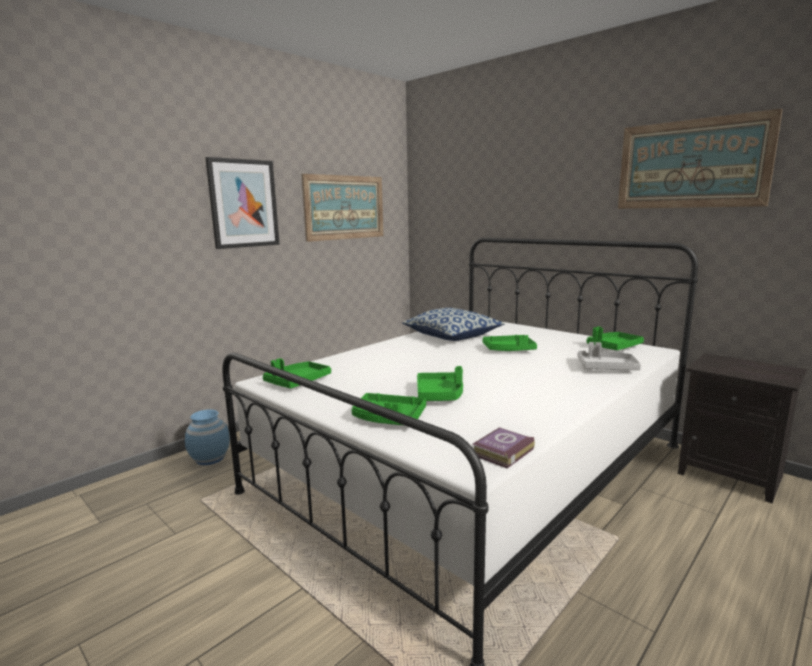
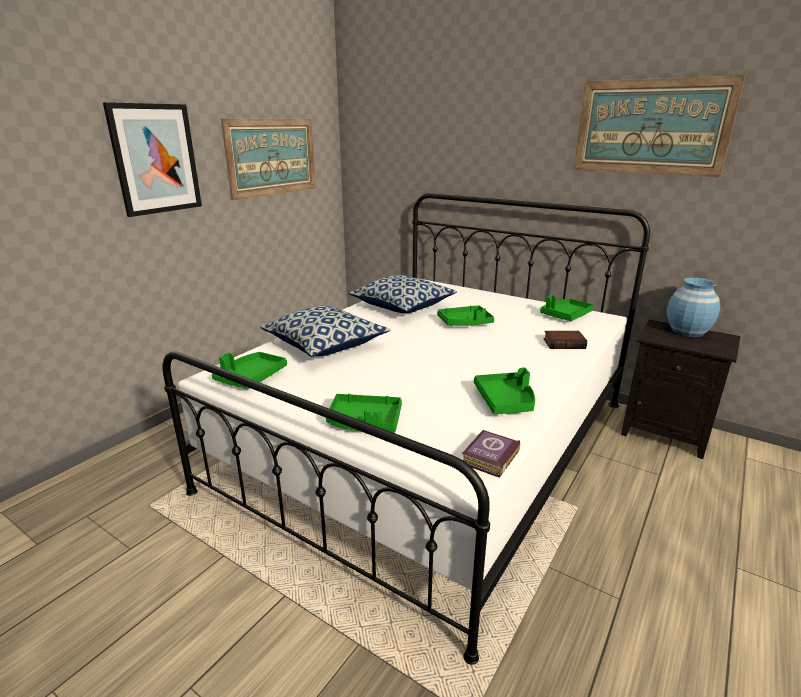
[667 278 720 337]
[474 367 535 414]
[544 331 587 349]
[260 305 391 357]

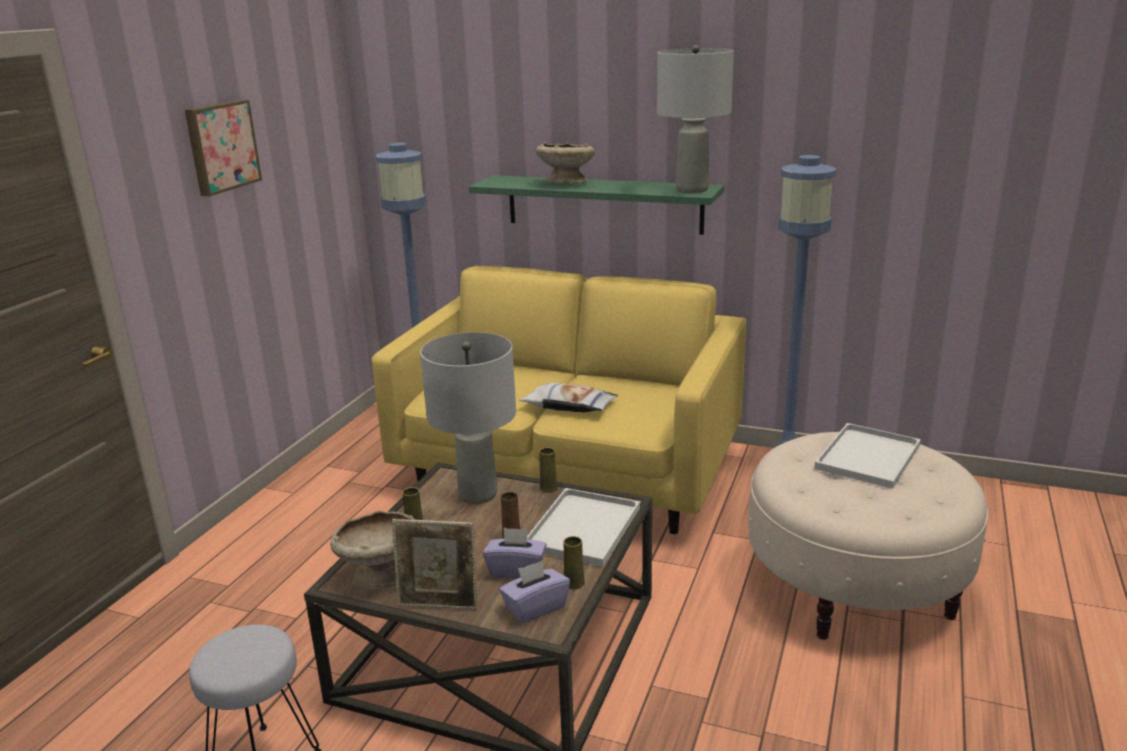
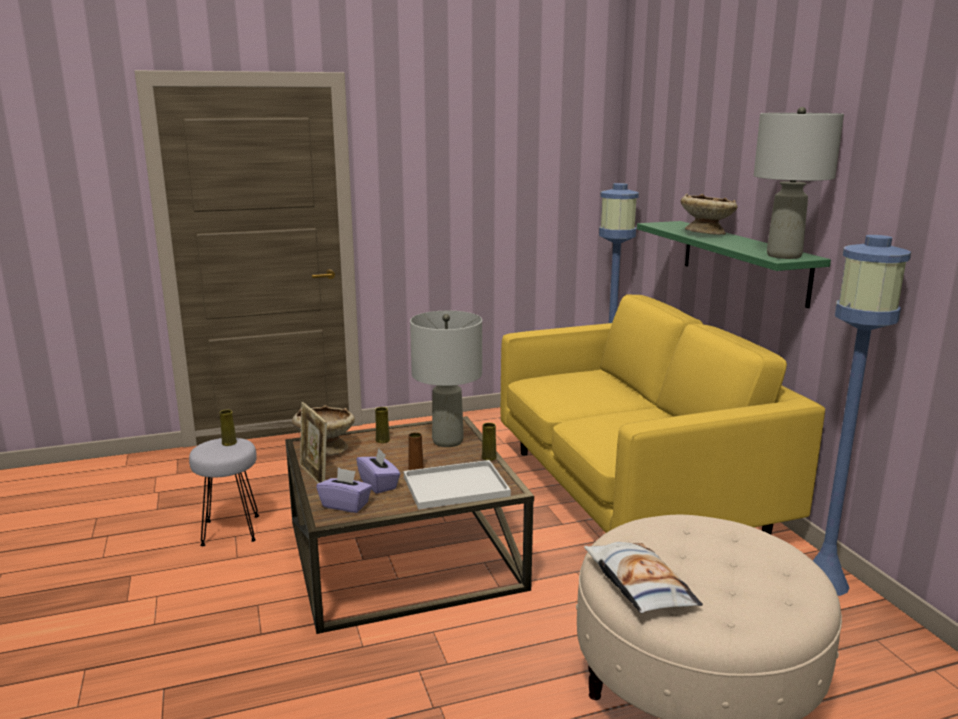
[185 100 262 196] (first image)
[584 542 703 613]
[220 410 237 446]
[814 423 921 489] (first image)

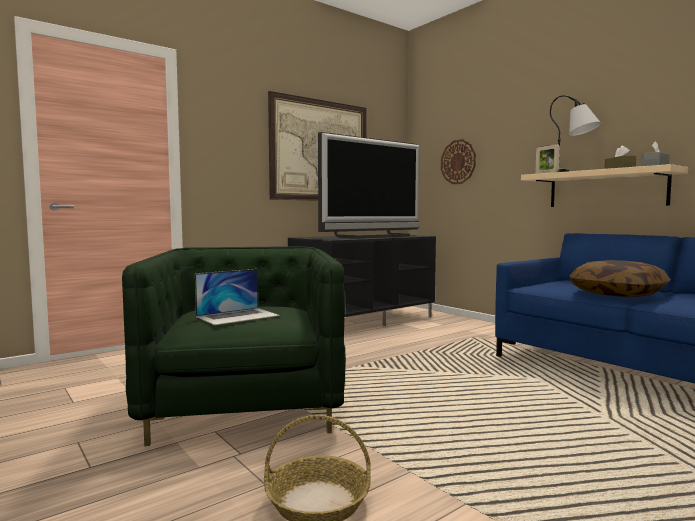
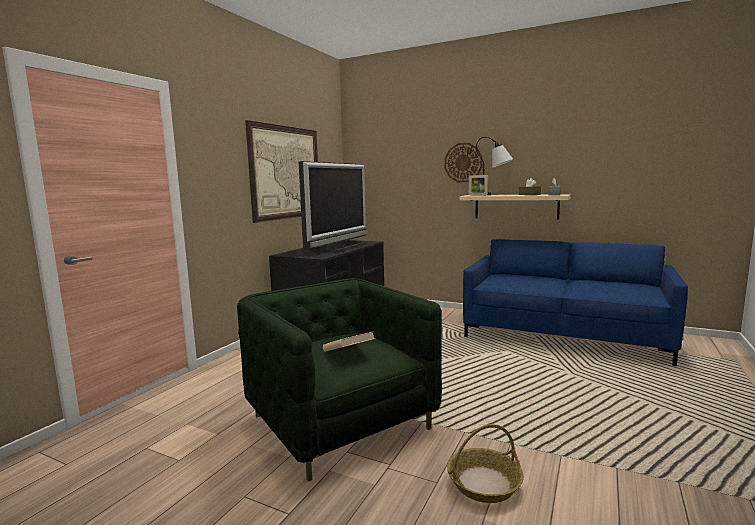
[323 332 375 352]
[445 143 483 182]
[569 260 671 297] (first image)

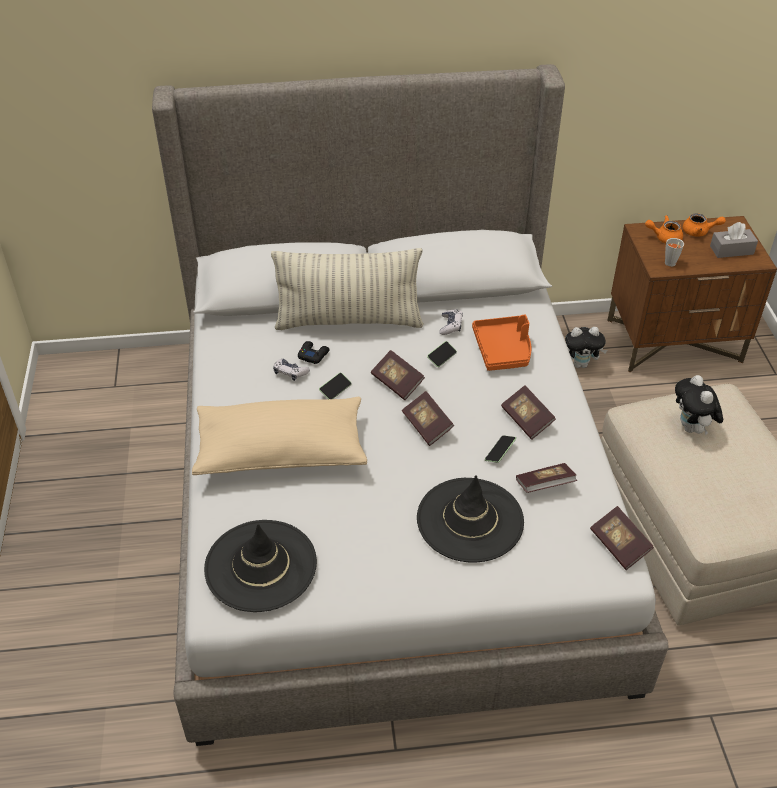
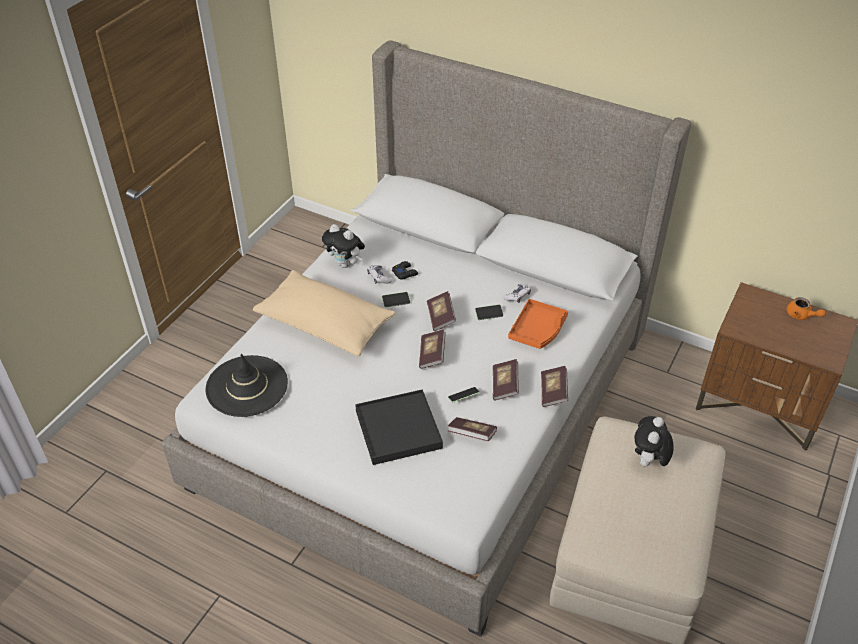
[271 248 423 330] (first image)
[355 389 443 465]
[322 224 365 268]
[541 366 568 407]
[645 215 683 243] (first image)
[665 238 684 267] (first image)
[710 222 758 258] (first image)

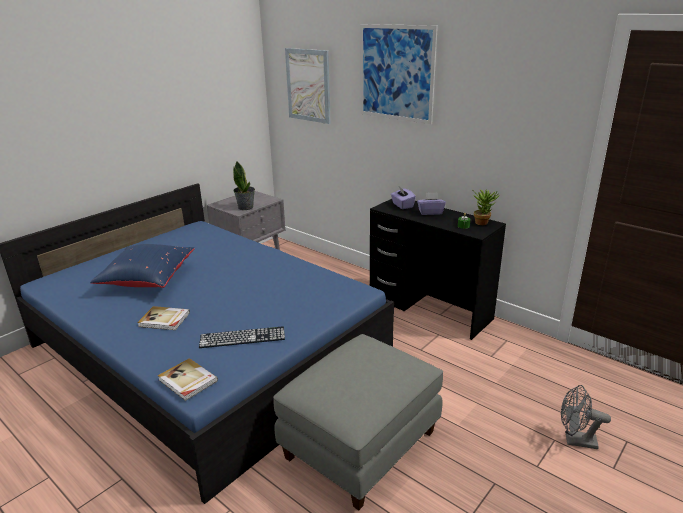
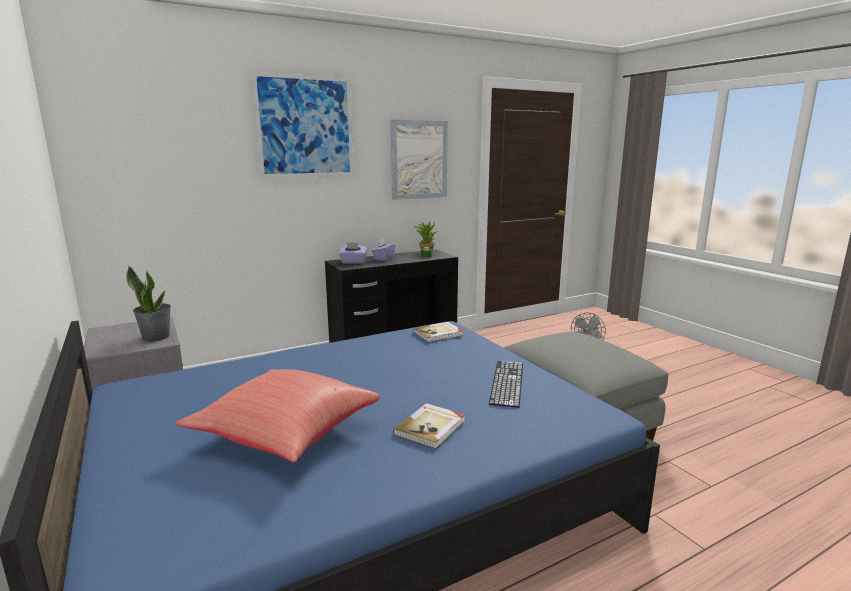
[176 369 380 462]
[413 322 464 342]
[391 119 448 200]

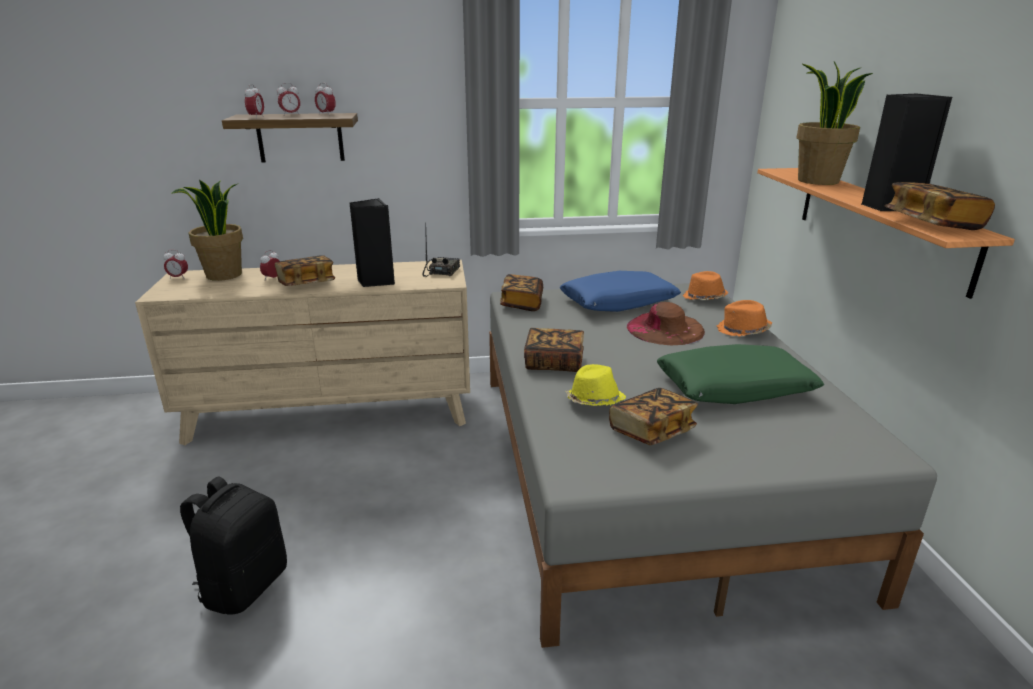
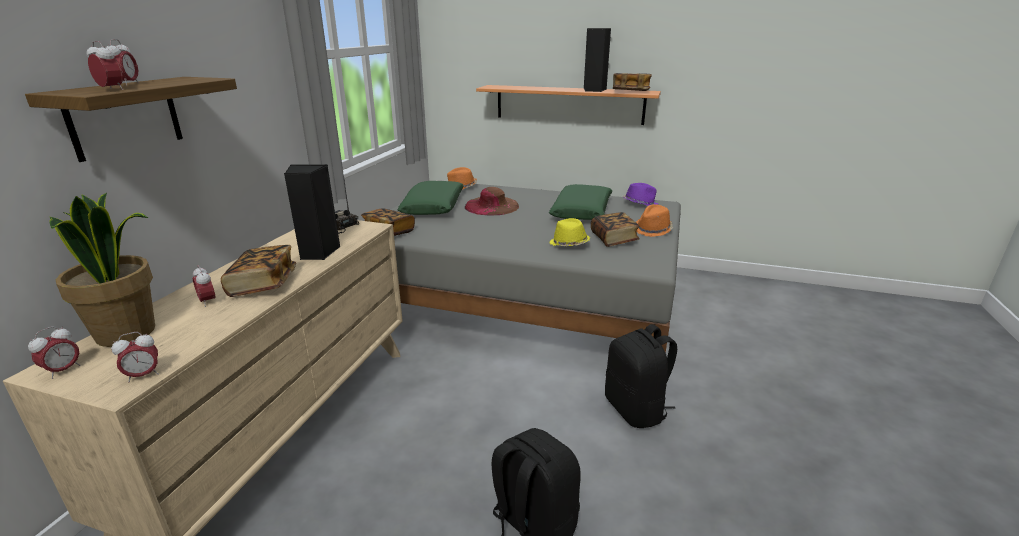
[111 332 158 382]
[524 328 584 372] (first image)
[397 181 464 215]
[636 204 673 237]
[796 61 873 185] (first image)
[605 324 677 428]
[623 183 658 206]

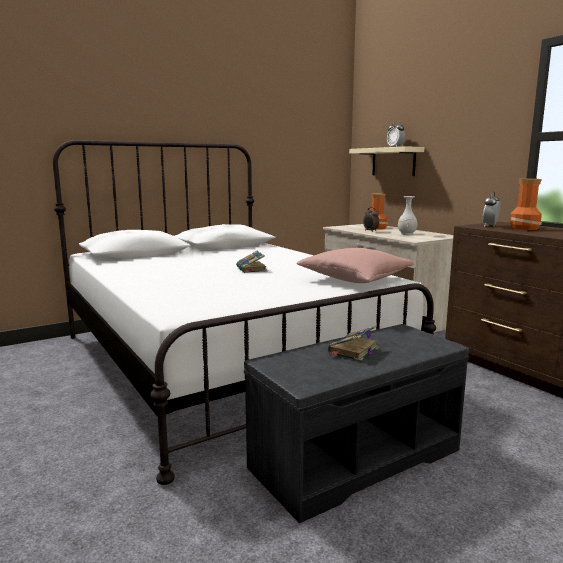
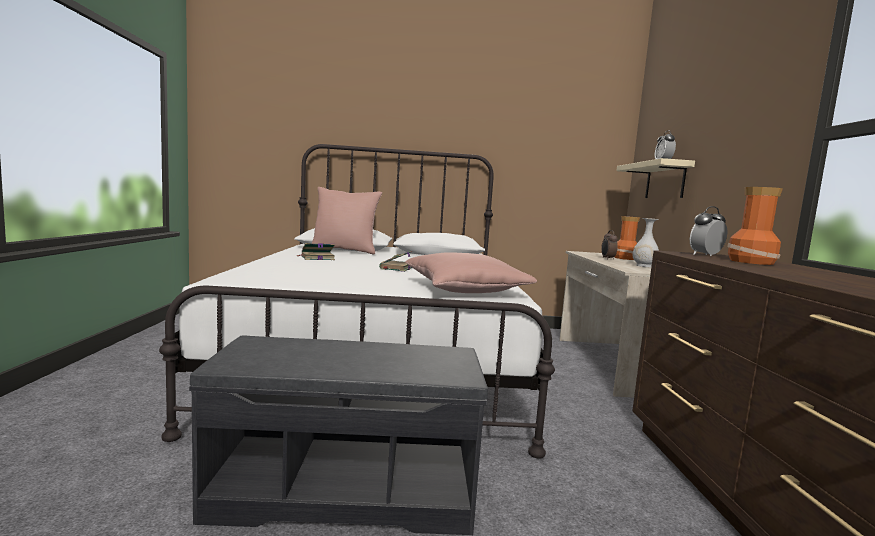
[296 243 335 260]
[312 187 382 254]

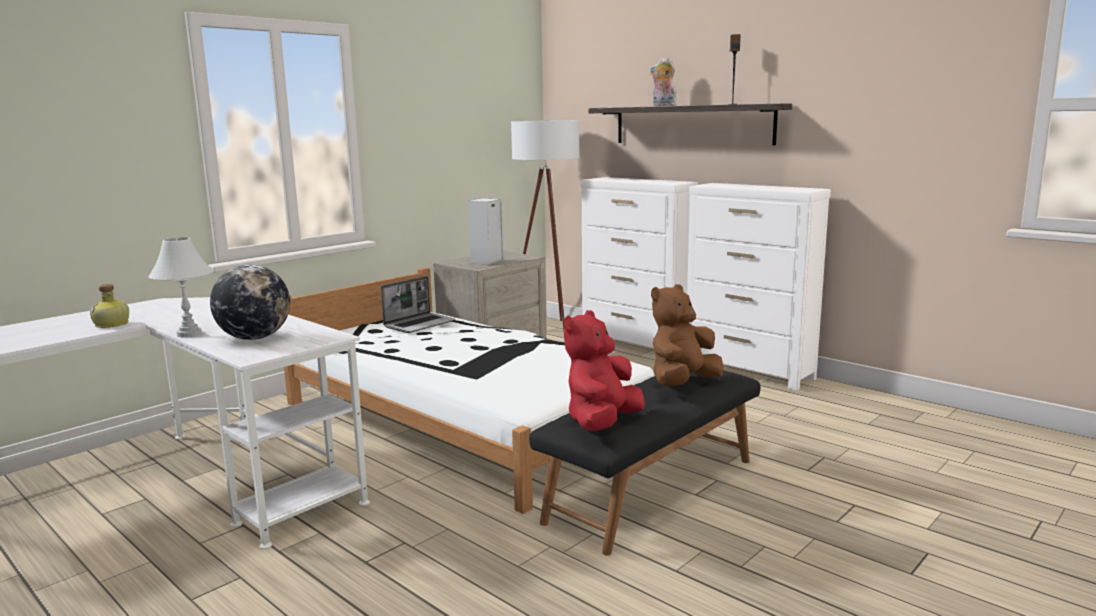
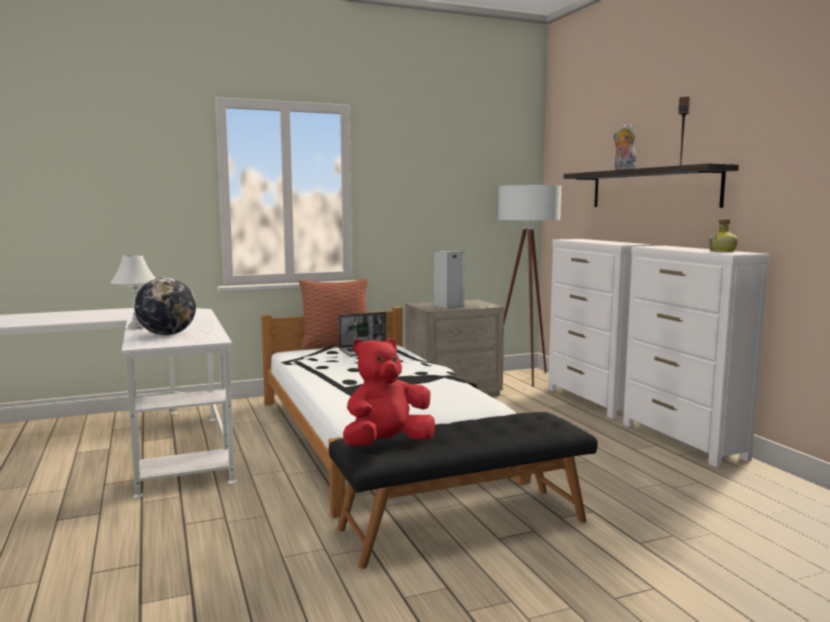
[708 219 738 252]
[651 284 723 387] (first image)
[299 279 367 349]

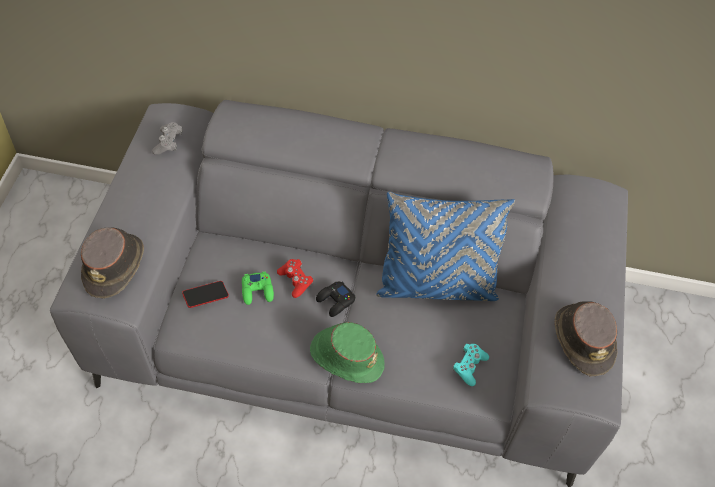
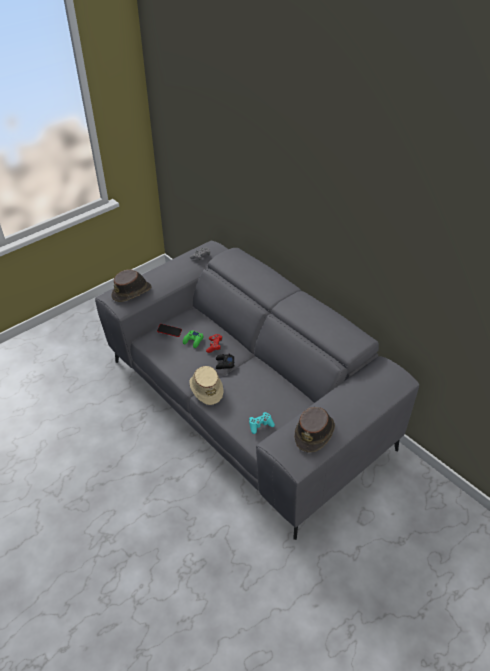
[190 366 224 405]
[376 192 515 301] (first image)

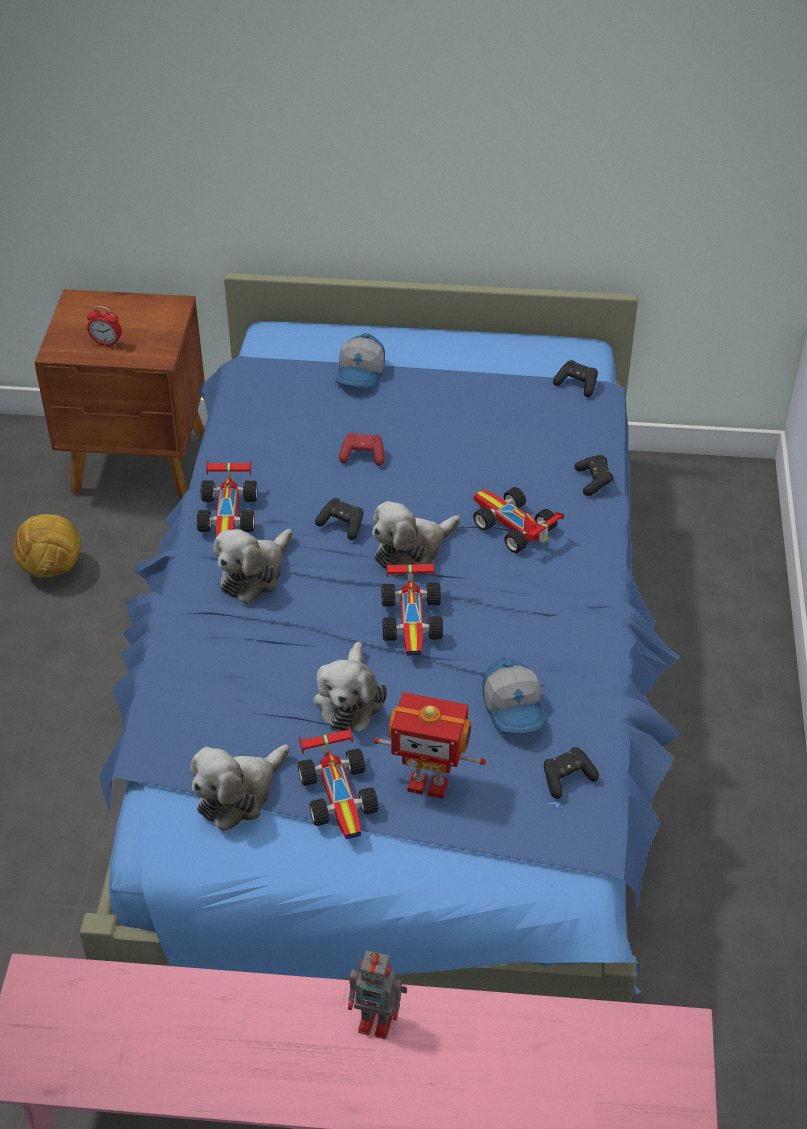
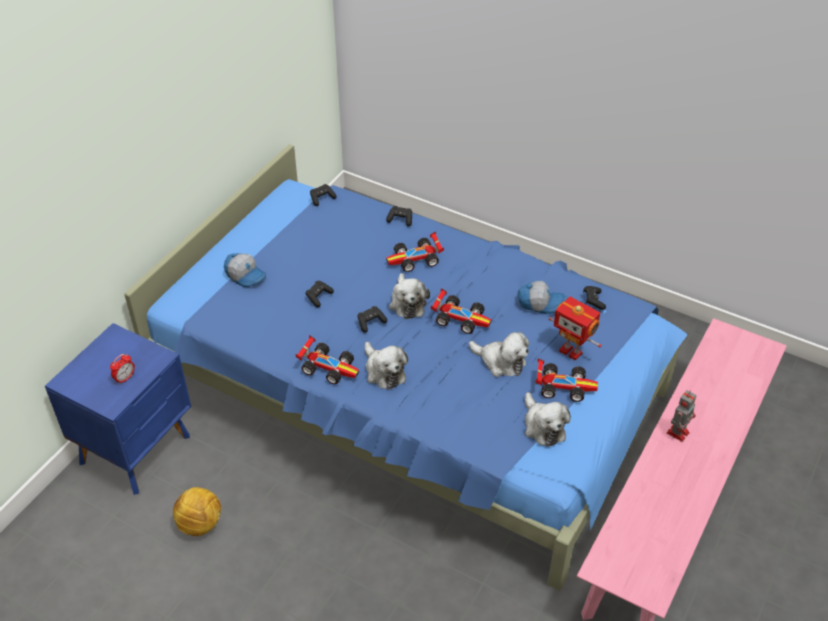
[45 323 191 495]
[306 281 334 307]
[549 296 602 361]

